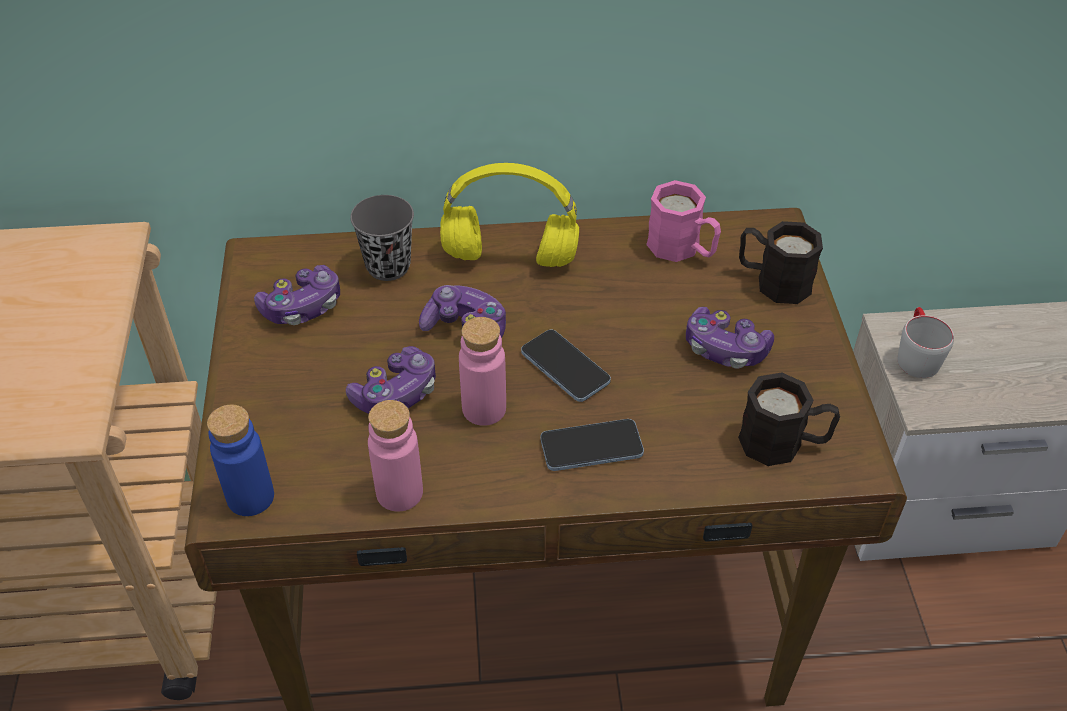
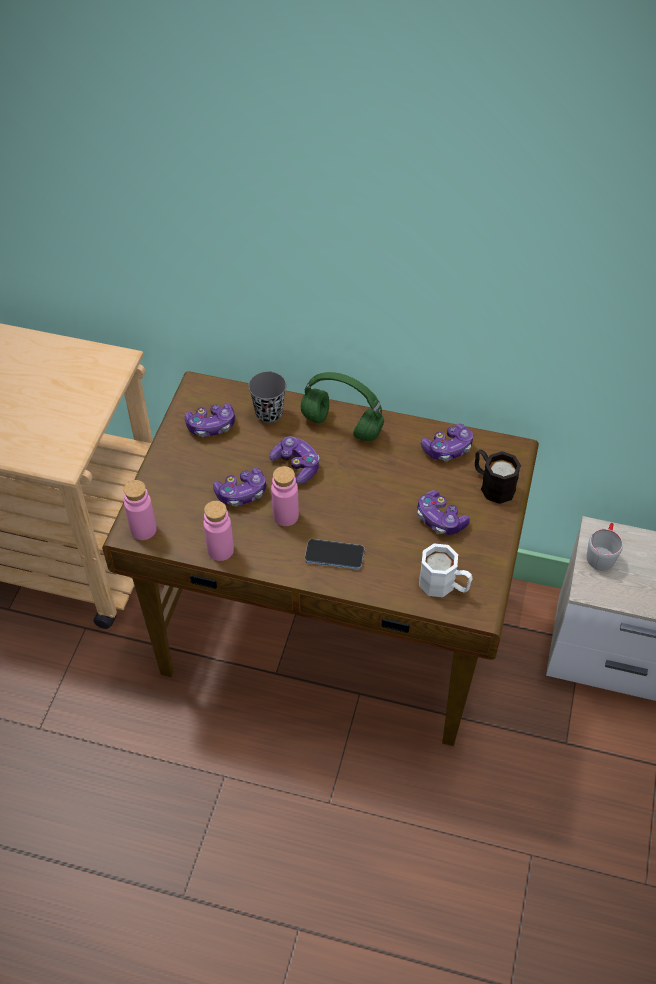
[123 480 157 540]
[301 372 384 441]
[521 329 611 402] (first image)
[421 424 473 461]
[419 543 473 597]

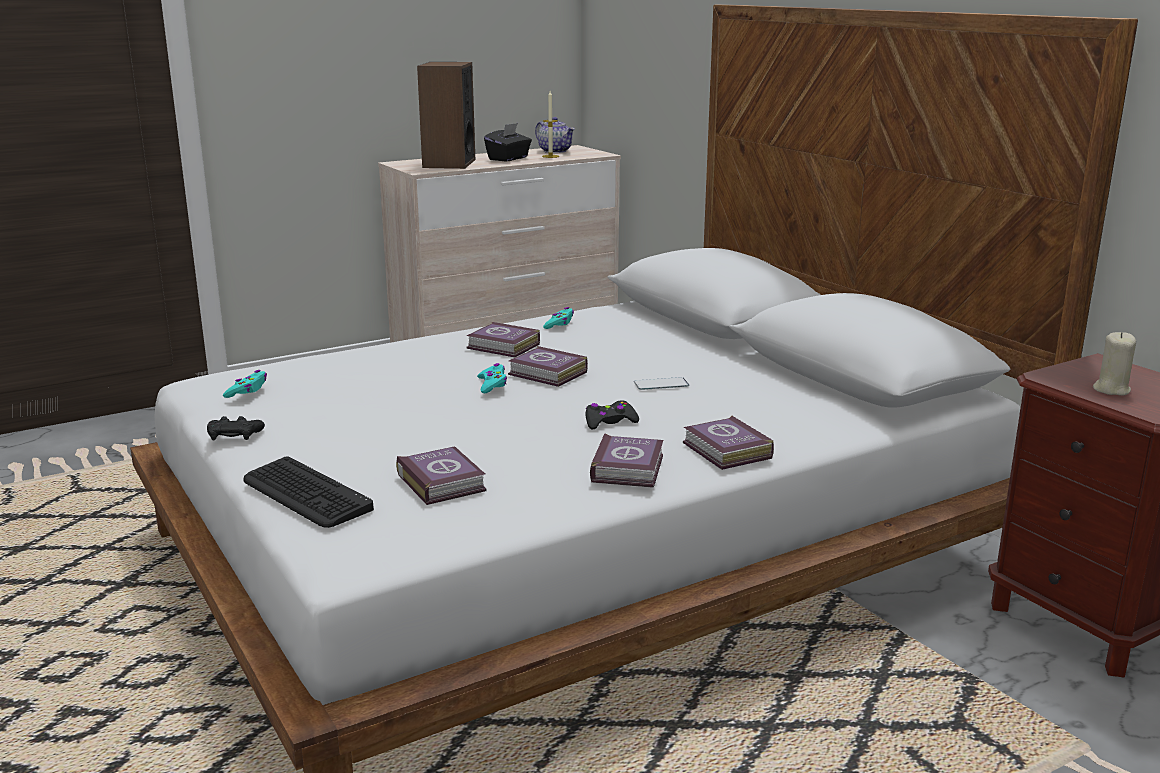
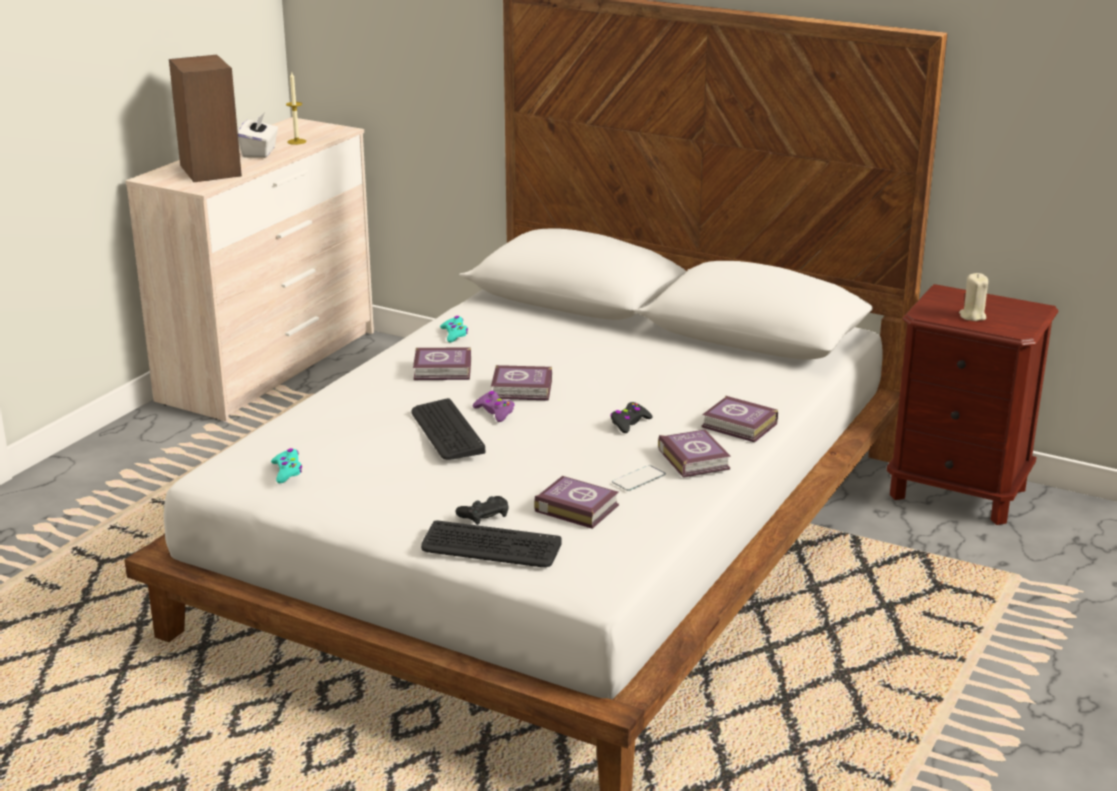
[455 496 509 525]
[472 391 515 422]
[238 112 278 158]
[535 117 575 153] (first image)
[612 465 666 491]
[411 398 485 460]

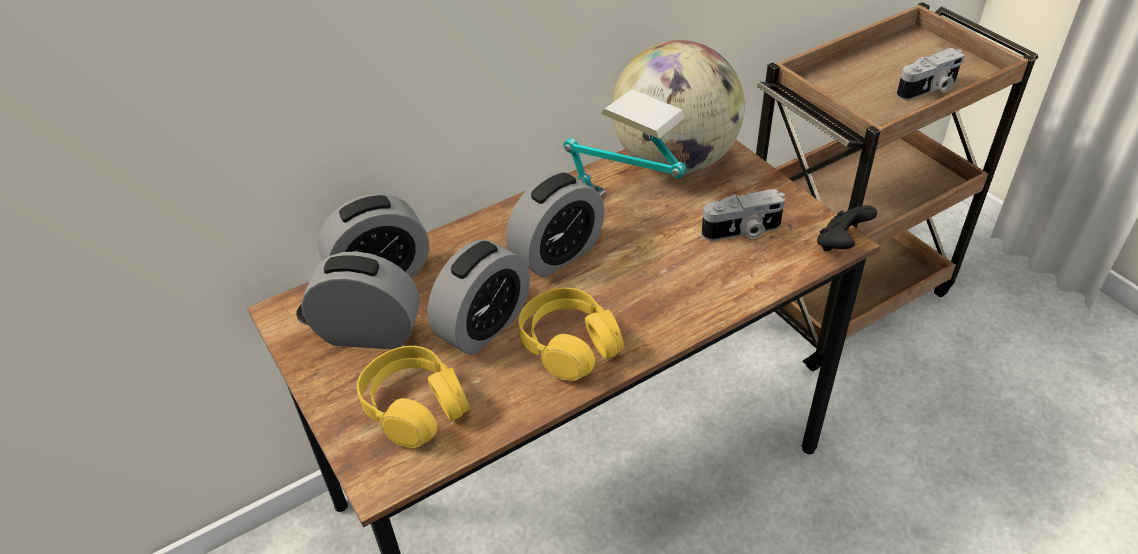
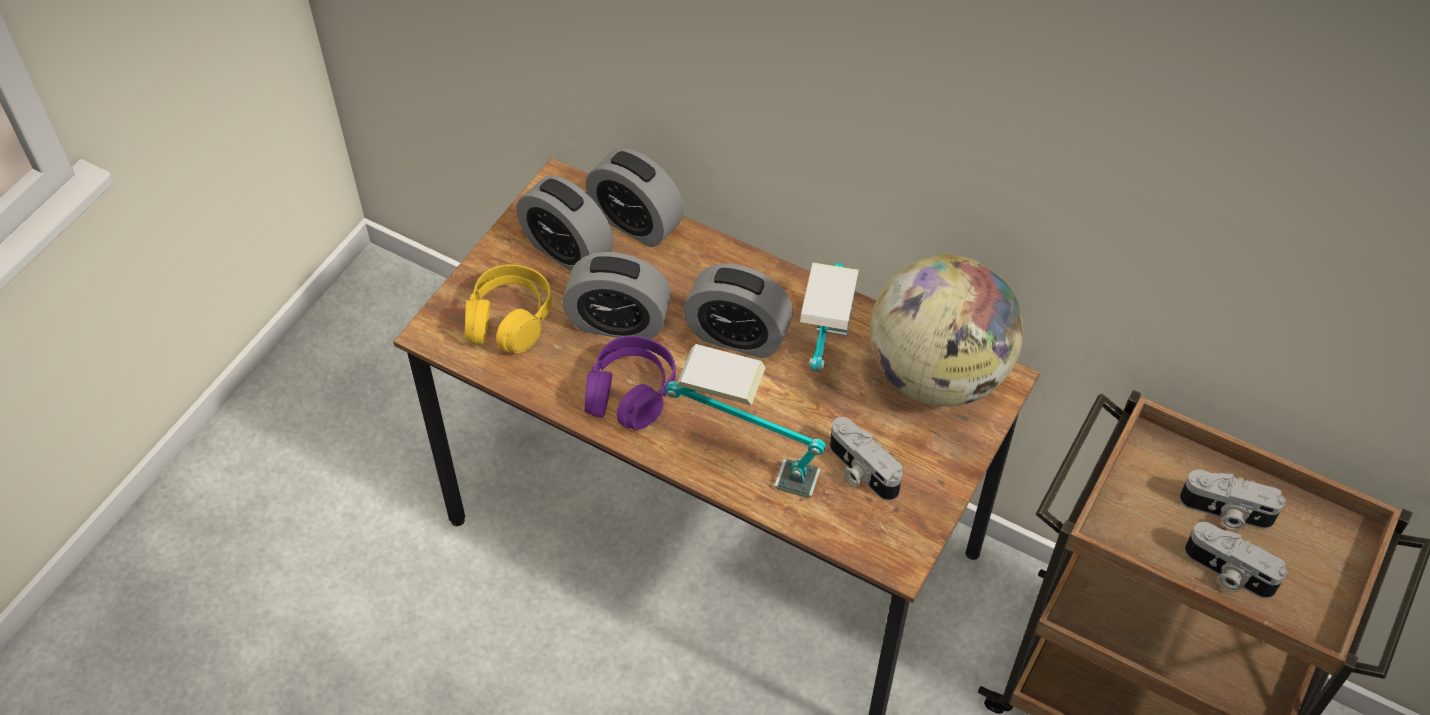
[516 175 614 271]
[584 336 676 430]
[817 205 877 251] (first image)
[665 344 826 498]
[1179 470 1286 530]

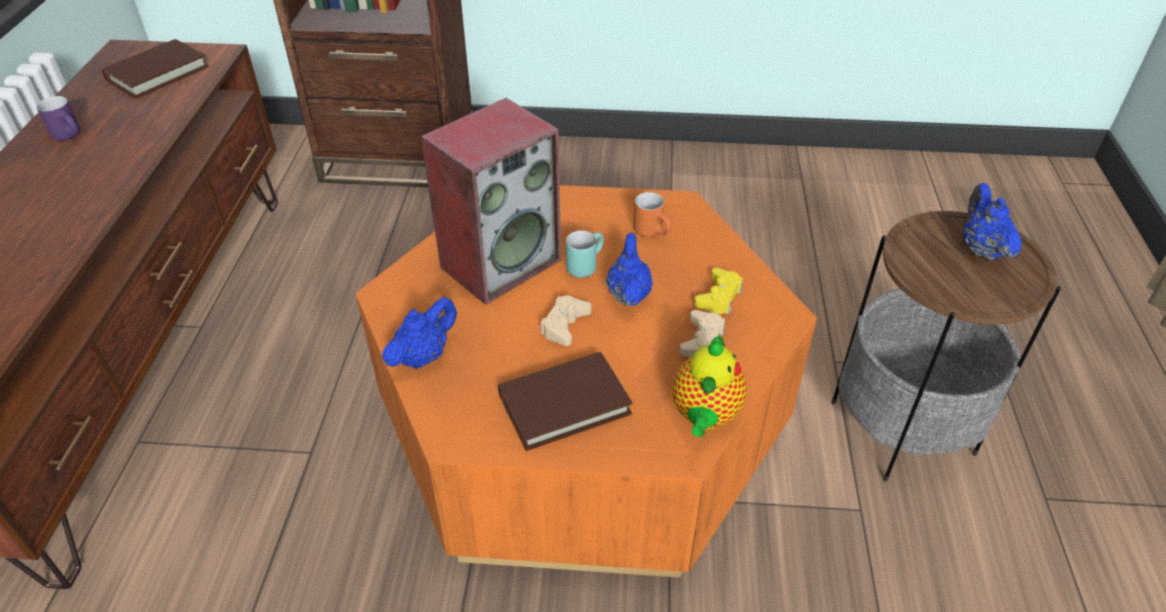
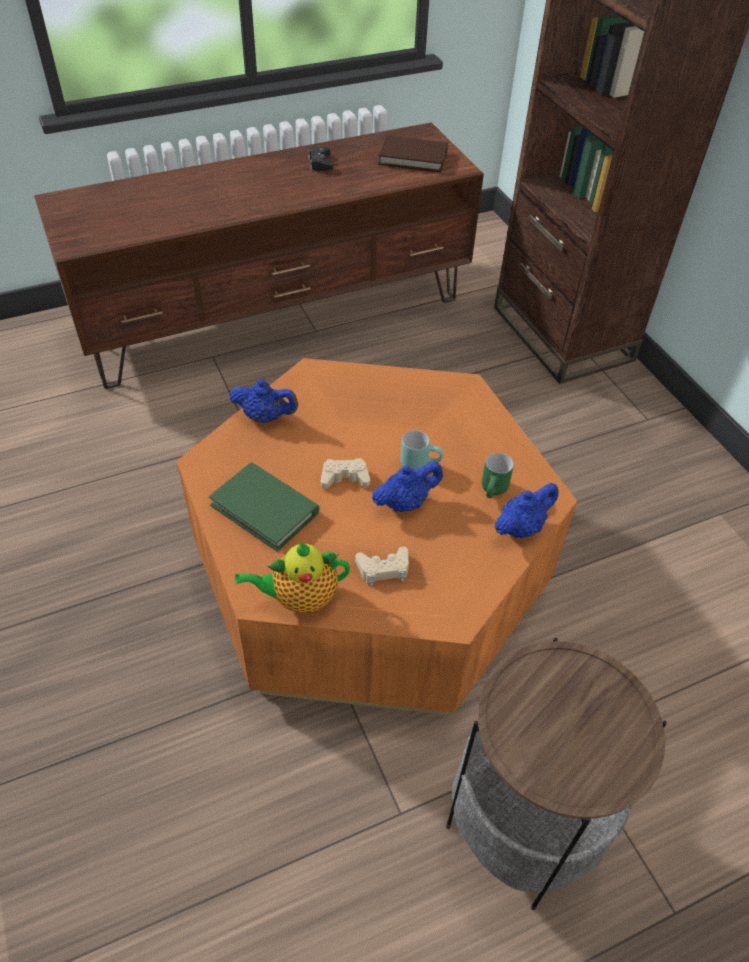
[308 146 333 172]
[421 98 561 305] (first image)
[209 462 319 552]
[482 453 514 498]
[694 268 743 314] (first image)
[494 483 559 538]

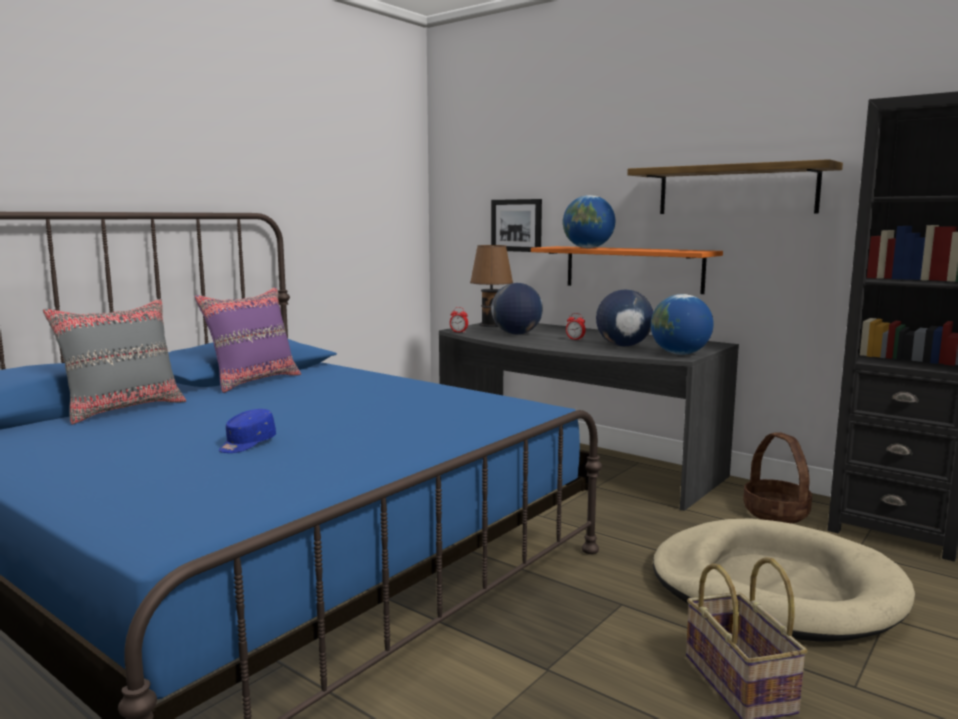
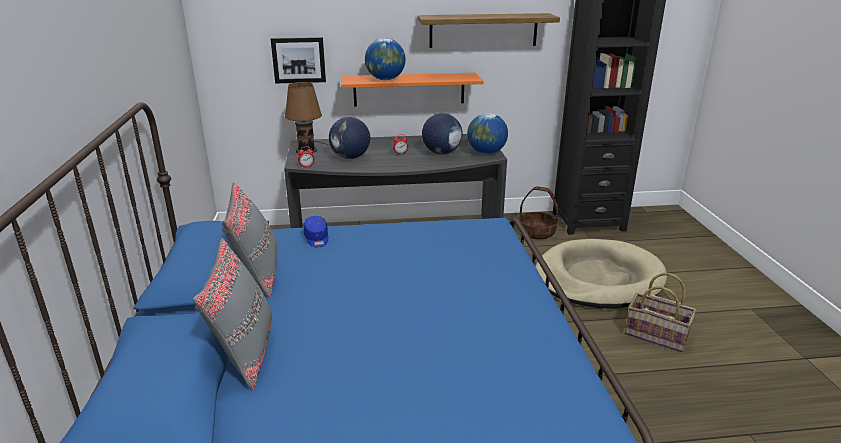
[222 182 277 298]
[304 216 328 247]

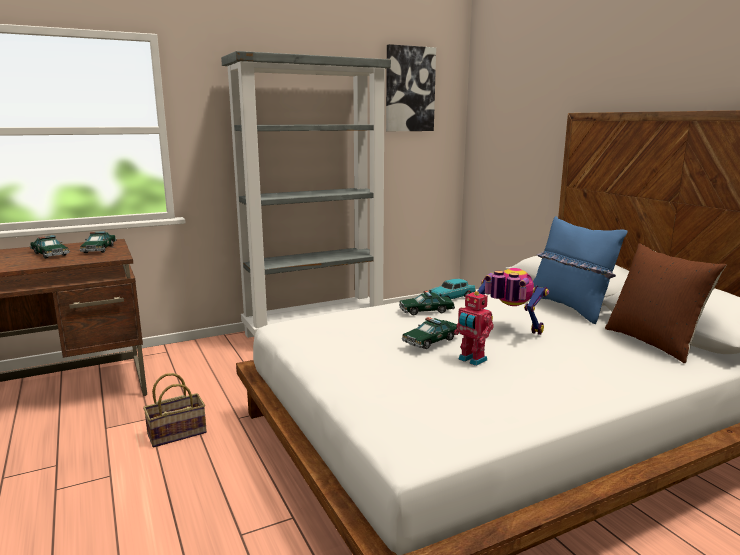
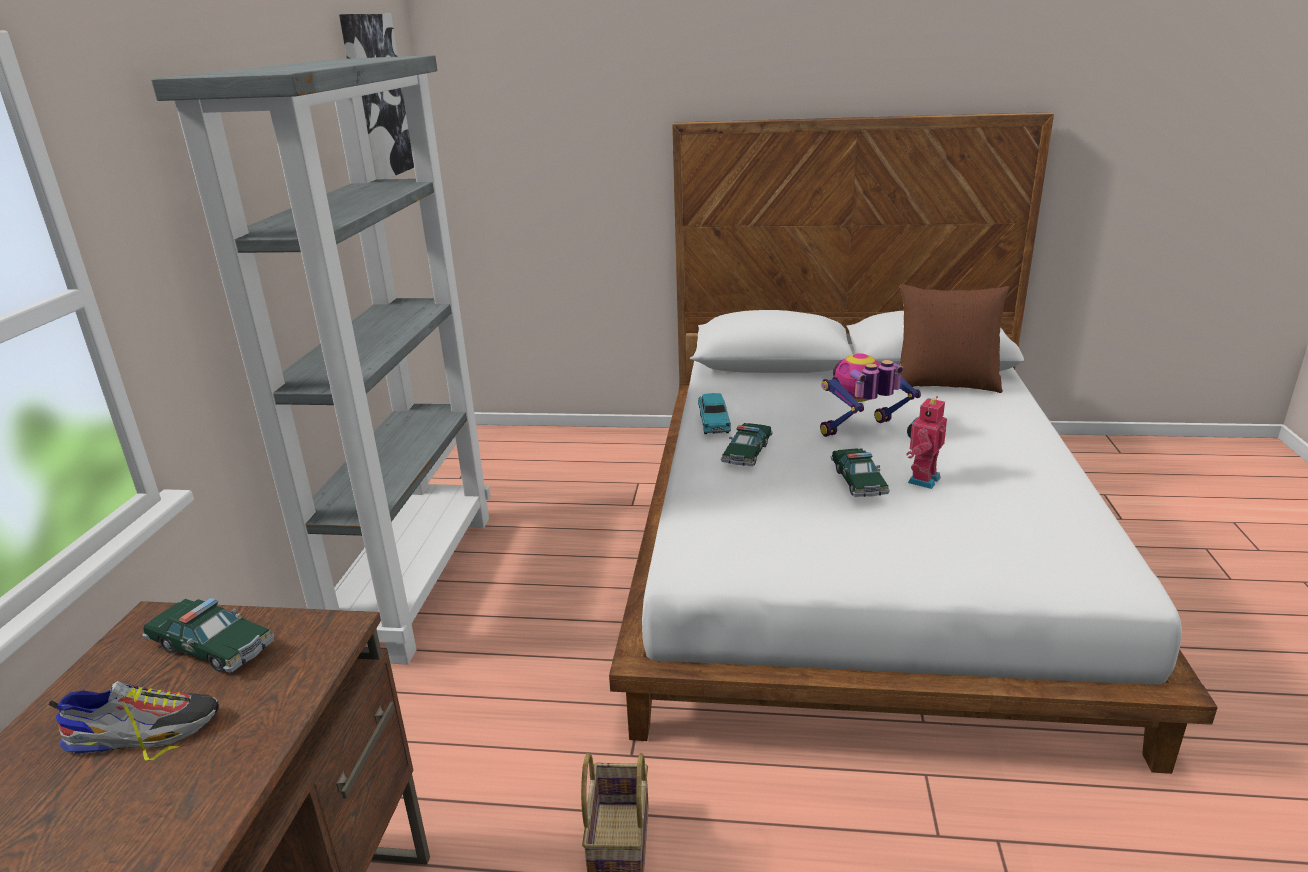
[49 681 219 761]
[906 396 947 489]
[530 216 627 324] (first image)

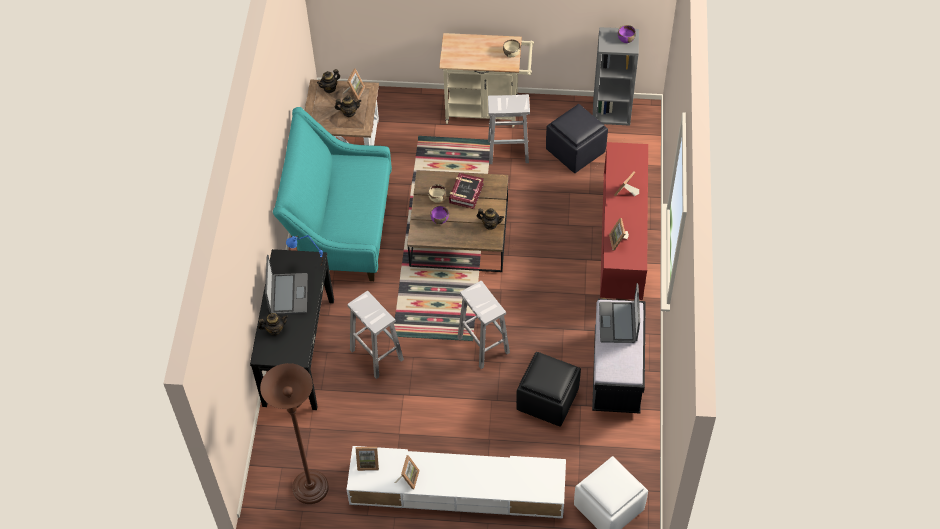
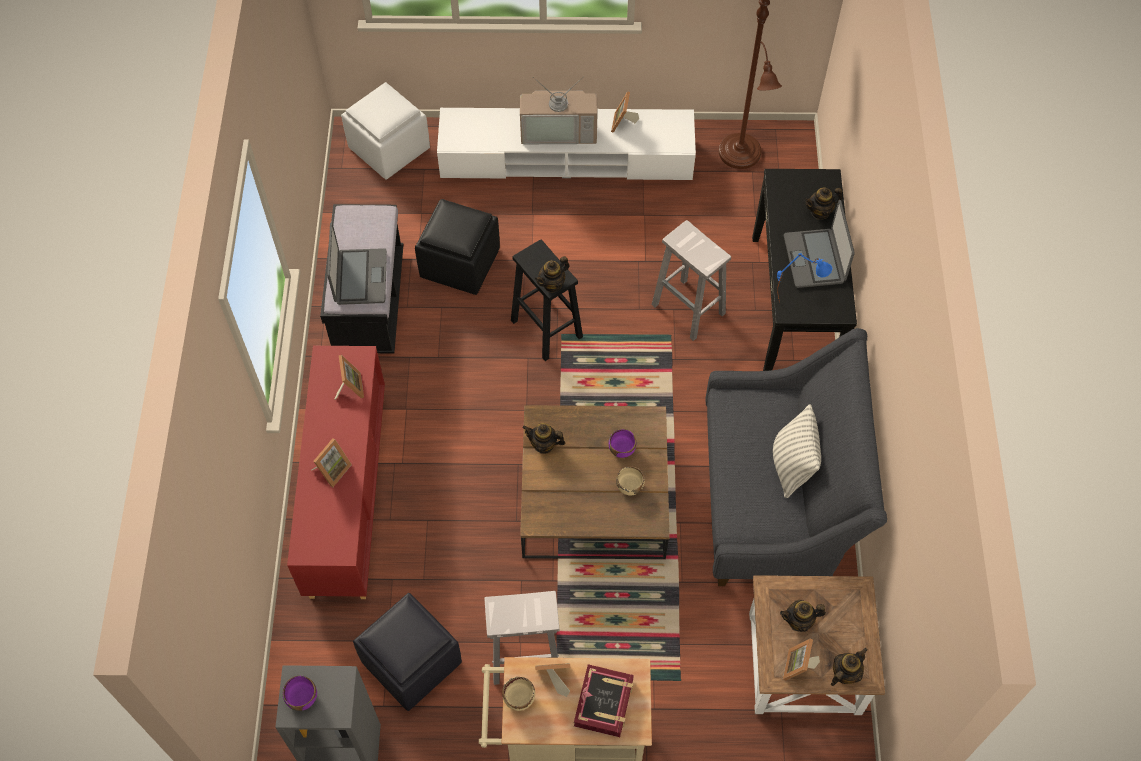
[706 328 887 586]
[535 663 570 697]
[574 664 634 737]
[511 240 583 361]
[520 76 597 144]
[535 256 569 293]
[773 404 821 498]

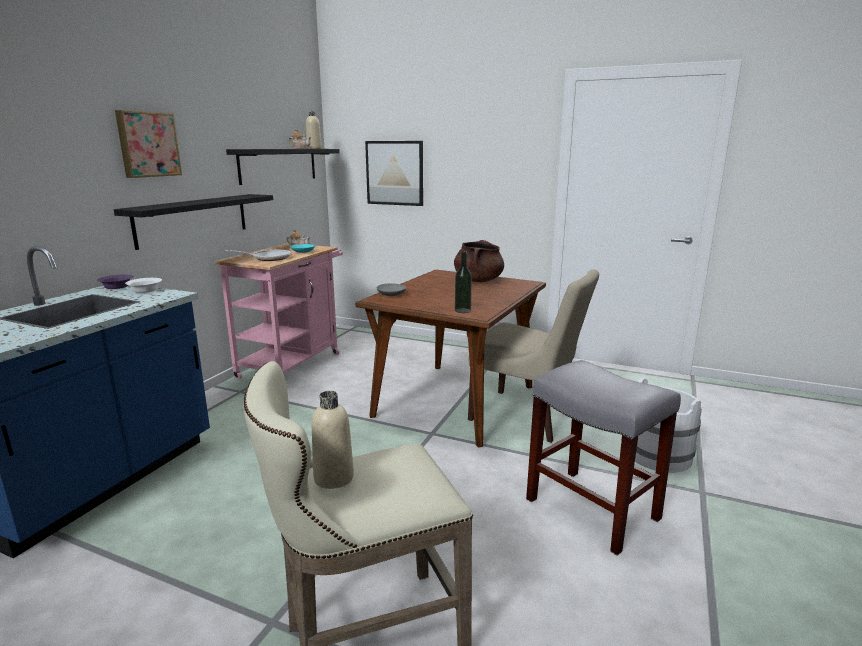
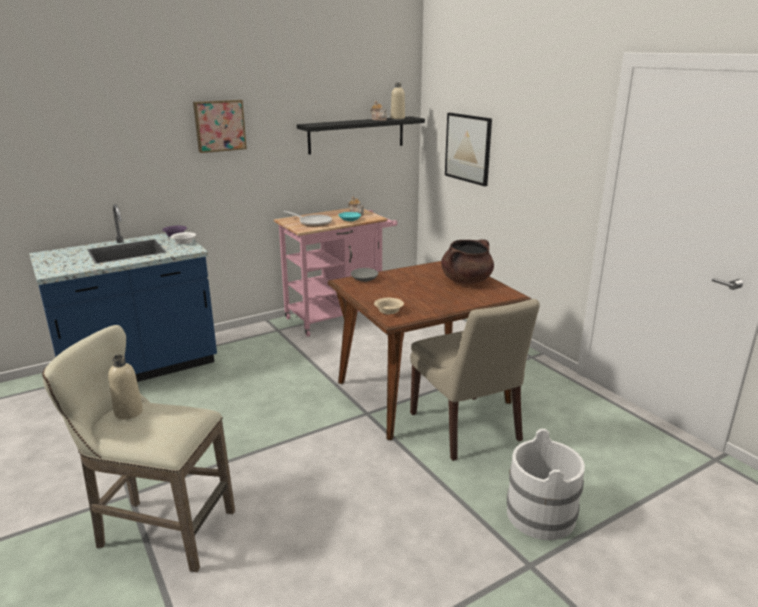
[114 194 273 250] (first image)
[374 298 404 314]
[526 360 681 556] (first image)

